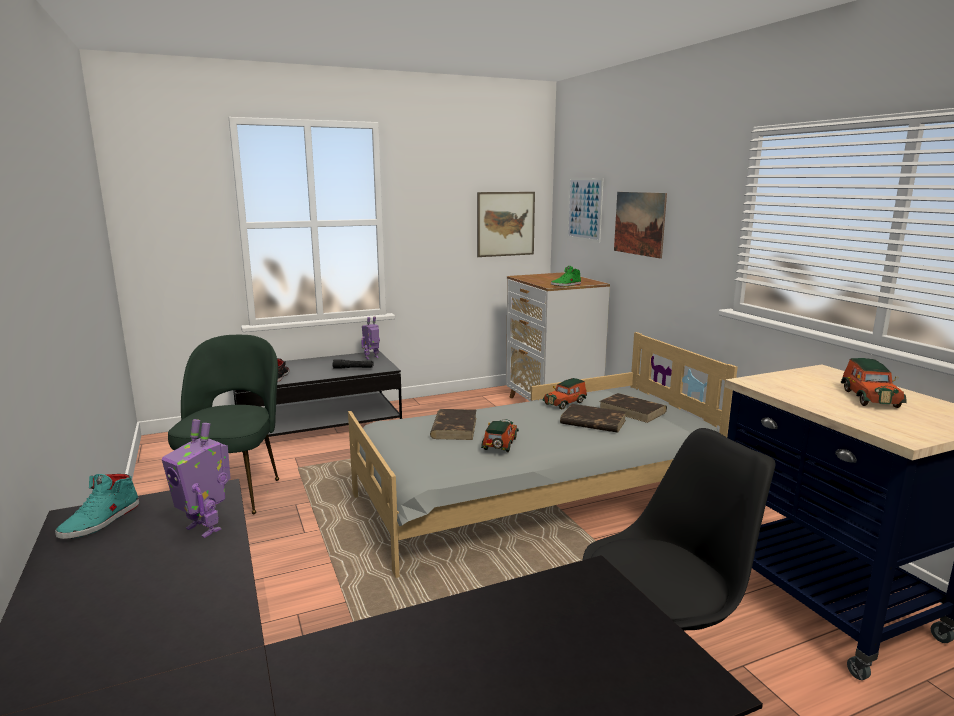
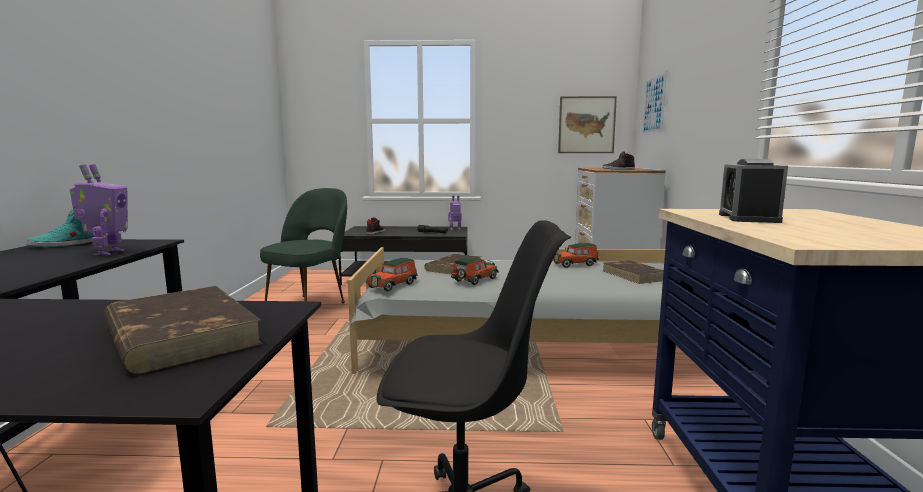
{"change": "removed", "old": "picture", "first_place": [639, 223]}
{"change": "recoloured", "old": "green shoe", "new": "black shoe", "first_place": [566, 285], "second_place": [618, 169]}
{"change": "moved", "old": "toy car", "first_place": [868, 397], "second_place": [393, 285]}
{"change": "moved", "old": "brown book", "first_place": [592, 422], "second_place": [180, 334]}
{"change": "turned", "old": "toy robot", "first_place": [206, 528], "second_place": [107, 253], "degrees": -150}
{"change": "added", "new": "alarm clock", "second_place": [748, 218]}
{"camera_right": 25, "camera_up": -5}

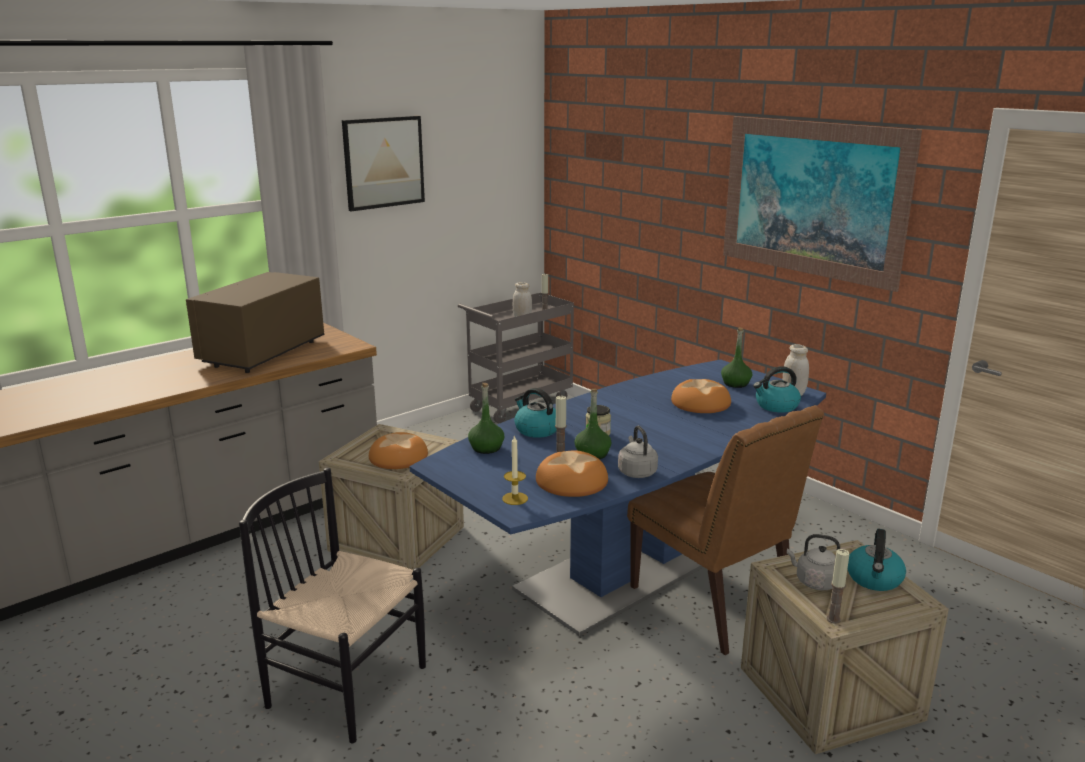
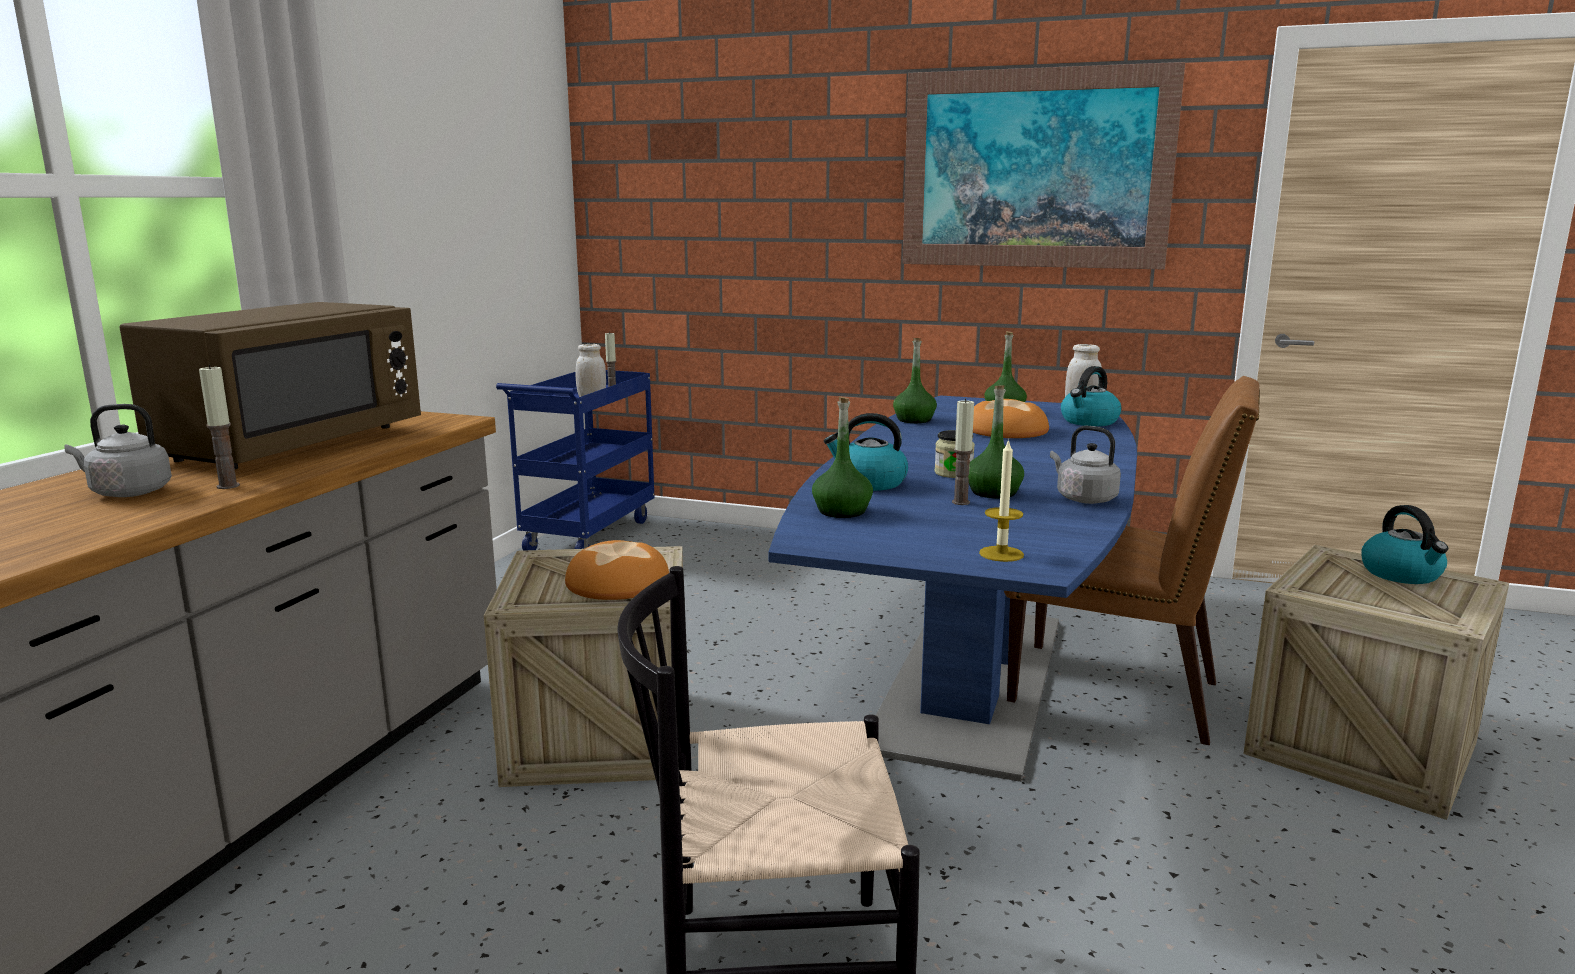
{"change": "removed", "old": "picture", "first_place": [383, 162]}
{"change": "turned", "old": "brown microwave", "first_place": [263, 352], "second_place": [293, 445], "degrees": -150}
{"change": "recoloured", "old": "grey cart", "new": "blue cart", "first_place": [518, 407], "second_place": [587, 538]}
{"change": "removed", "old": "bread", "first_place": [571, 481]}
{"change": "moved", "old": "grey kettle", "first_place": [814, 582], "second_place": [127, 492]}
{"change": "moved", "old": "candle", "first_place": [833, 619], "second_place": [228, 486]}
{"change": "added", "new": "green bottle", "second_place": [914, 420]}
{"camera_right": -30, "camera_up": -5}

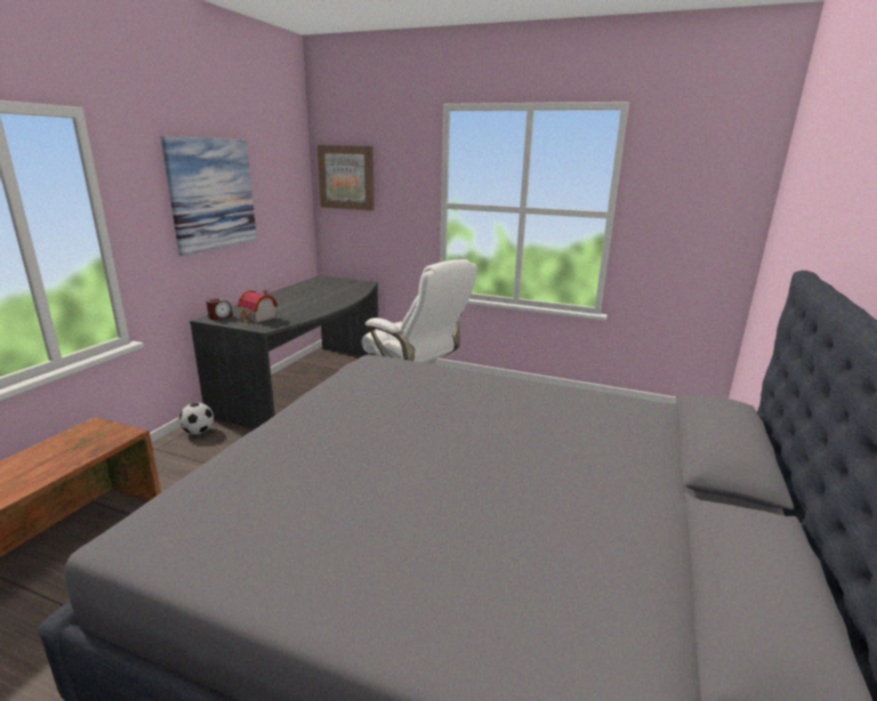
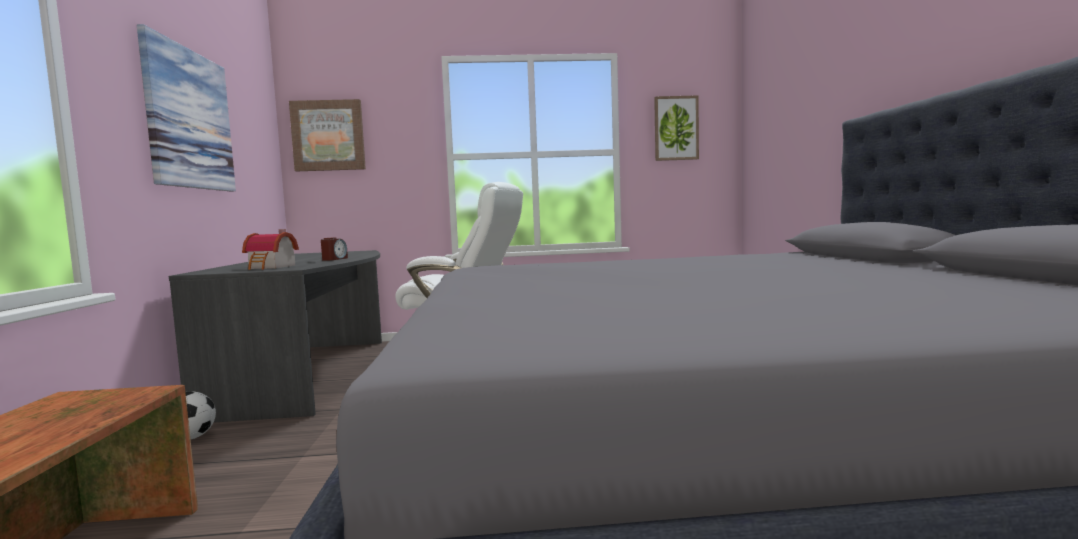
{"change": "moved", "old": "alarm clock", "first_place": [220, 317], "second_place": [334, 259]}
{"change": "added", "new": "picture", "second_place": [676, 128]}
{"camera_right": -25, "camera_up": -15}

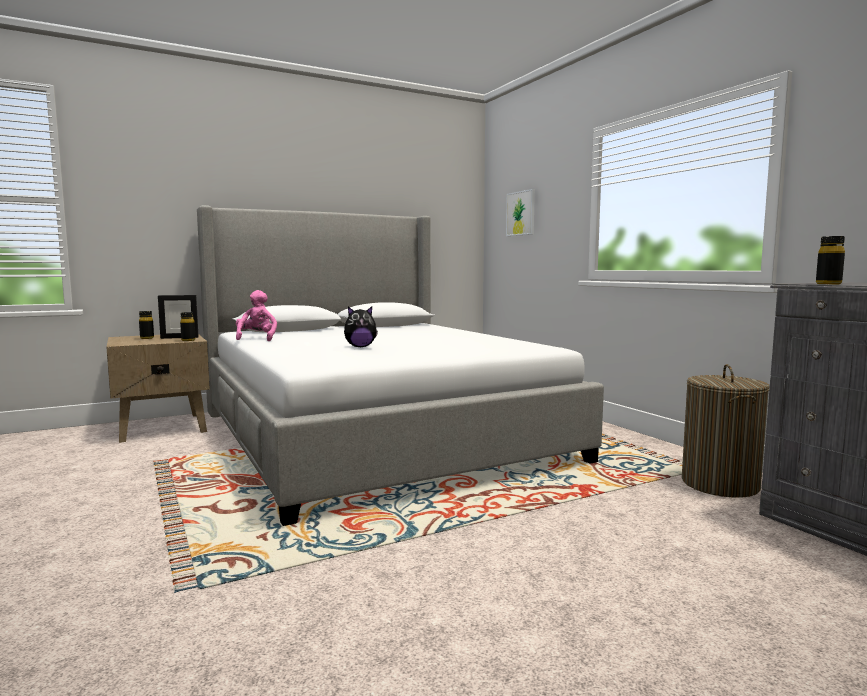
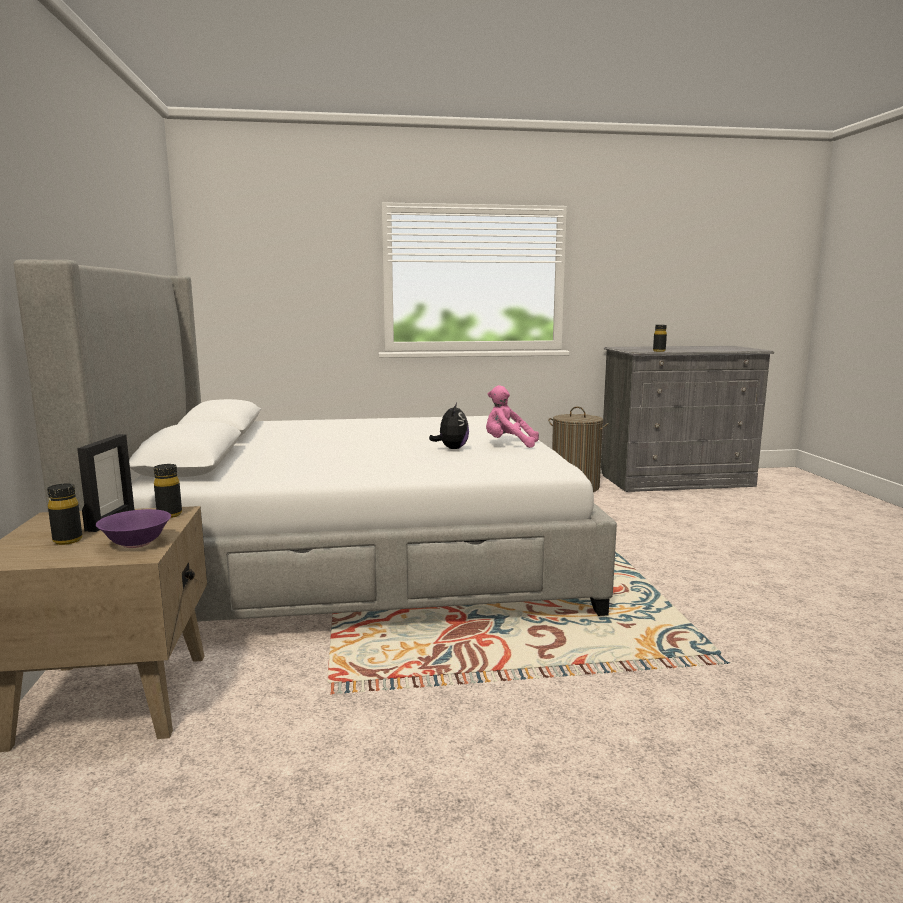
{"change": "removed", "old": "picture", "first_place": [520, 213]}
{"change": "moved", "old": "pink plush toy", "first_place": [257, 339], "second_place": [508, 444]}
{"change": "added", "new": "purple bowl", "second_place": [136, 543]}
{"camera_right": -70, "camera_up": 5}

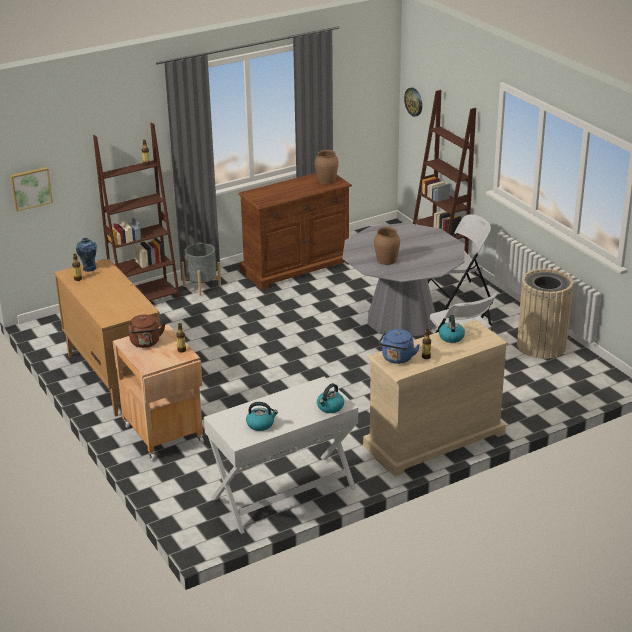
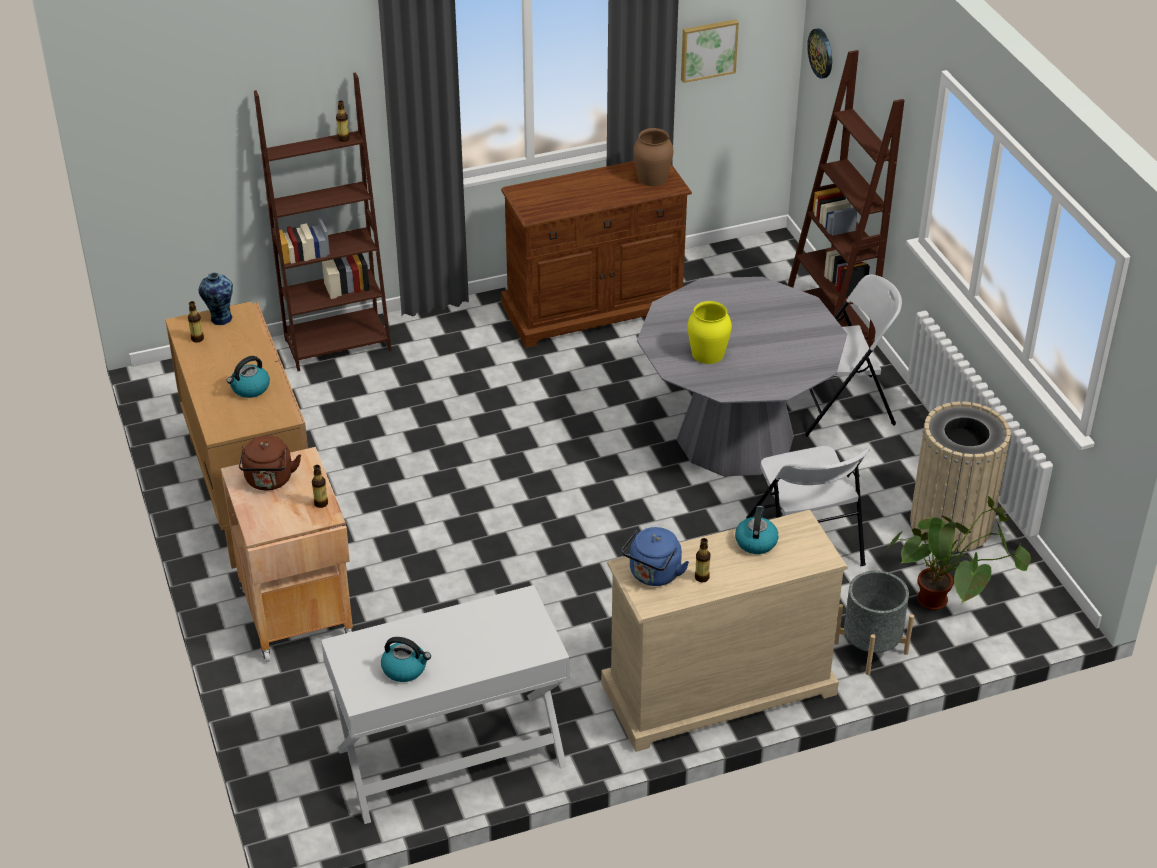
{"change": "moved", "old": "picture", "first_place": [31, 188], "second_place": [708, 49]}
{"change": "recoloured", "old": "brown vase", "new": "yellow vase", "first_place": [386, 260], "second_place": [707, 354]}
{"change": "moved", "old": "grey planter", "first_place": [202, 286], "second_place": [870, 648]}
{"change": "moved", "old": "kettle", "first_place": [330, 407], "second_place": [250, 388]}
{"change": "added", "new": "potted plant", "second_place": [947, 601]}
{"camera_right": 10, "camera_up": 10}

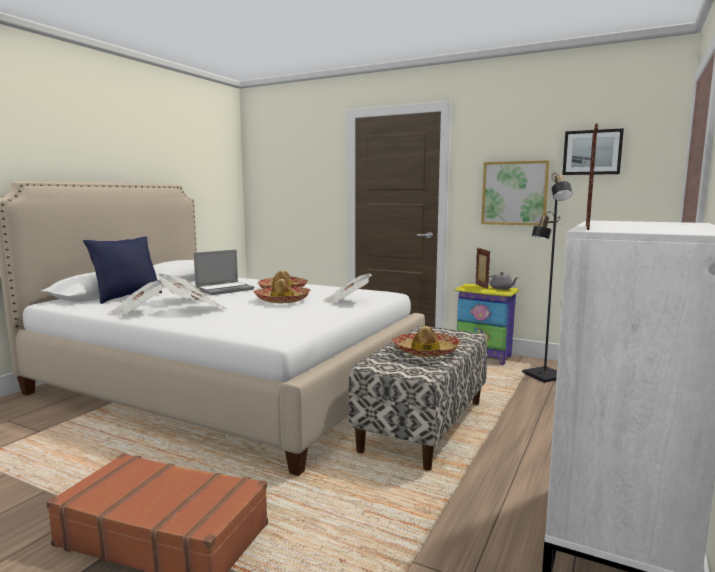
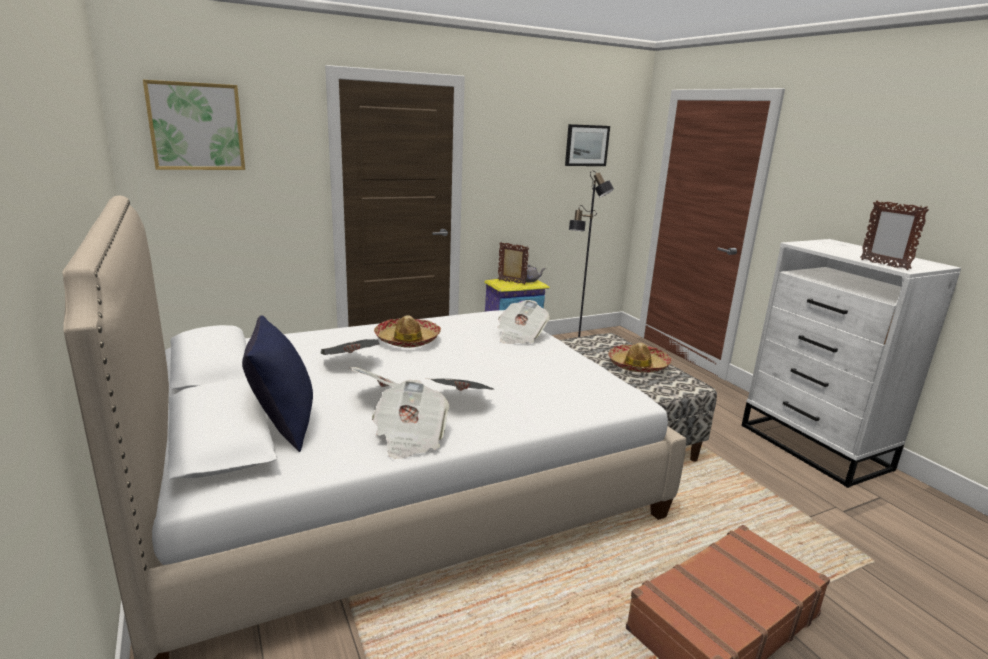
{"change": "moved", "old": "picture", "first_place": [514, 193], "second_place": [196, 126]}
{"change": "replaced", "old": "laptop", "new": "newspaper", "first_place": [225, 289], "second_place": [350, 362]}
{"change": "removed", "old": "hat", "first_place": [282, 300]}
{"camera_right": -55, "camera_up": 10}

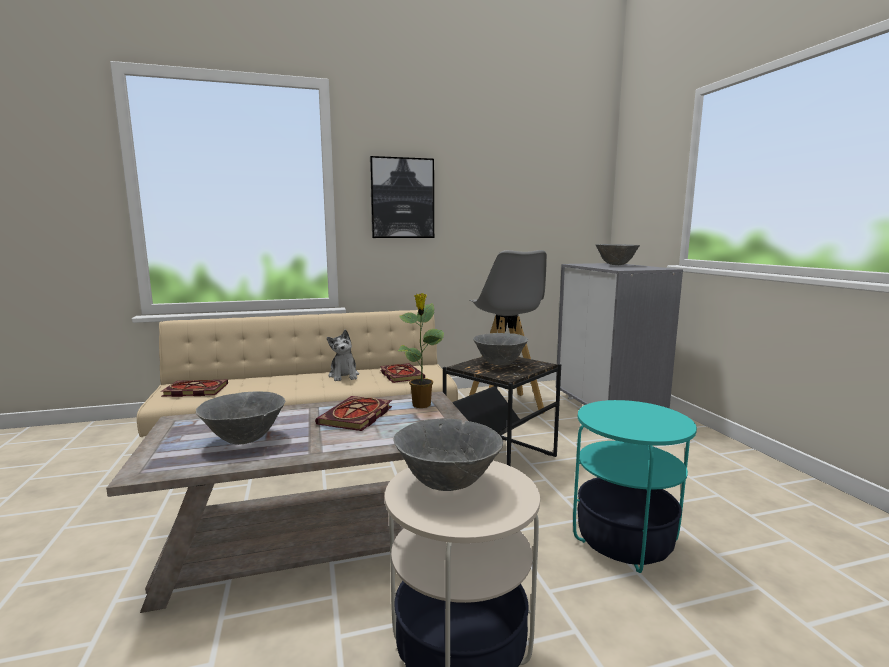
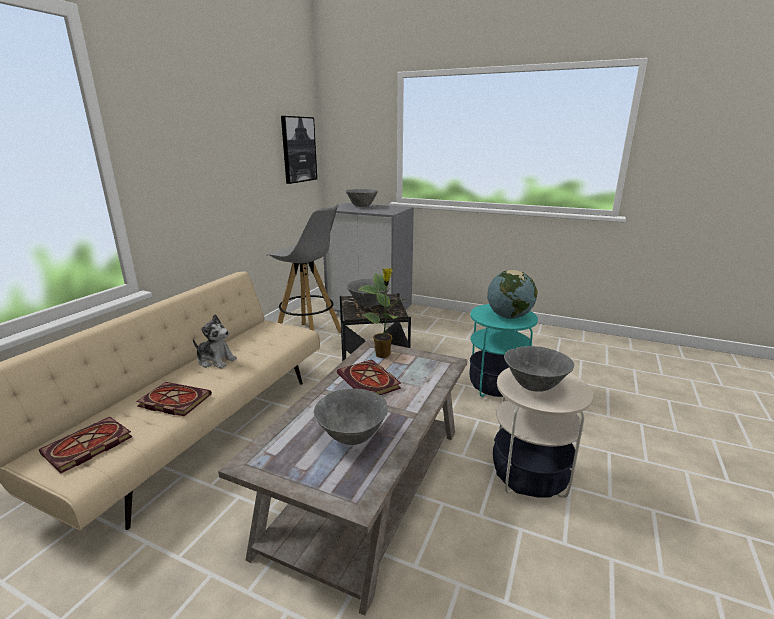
{"change": "moved", "old": "picture", "first_place": [402, 198], "second_place": [298, 149]}
{"change": "moved", "old": "book", "first_place": [400, 375], "second_place": [172, 401]}
{"change": "added", "new": "globe", "second_place": [509, 316]}
{"camera_right": -50, "camera_up": 10}

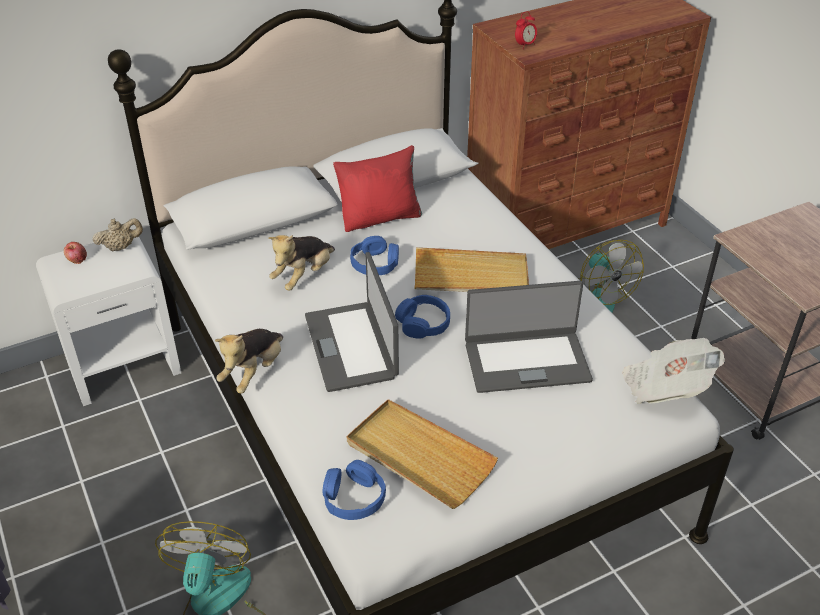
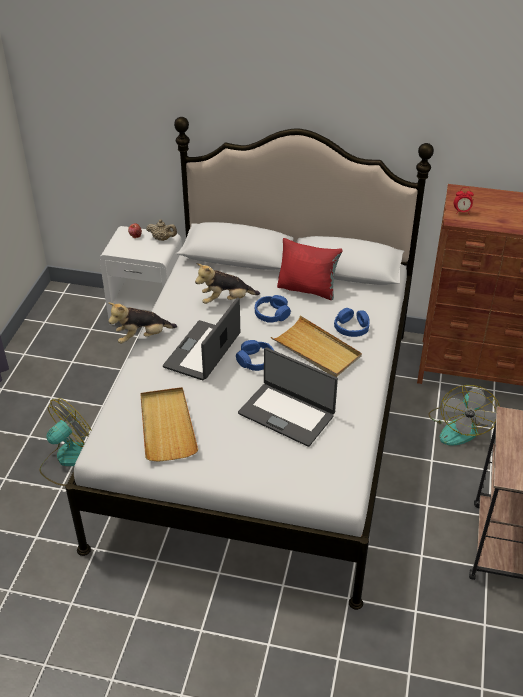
{"change": "removed", "old": "newspaper", "first_place": [666, 387]}
{"change": "moved", "old": "blue headphones", "first_place": [353, 498], "second_place": [351, 328]}
{"camera_right": 40, "camera_up": 0}

